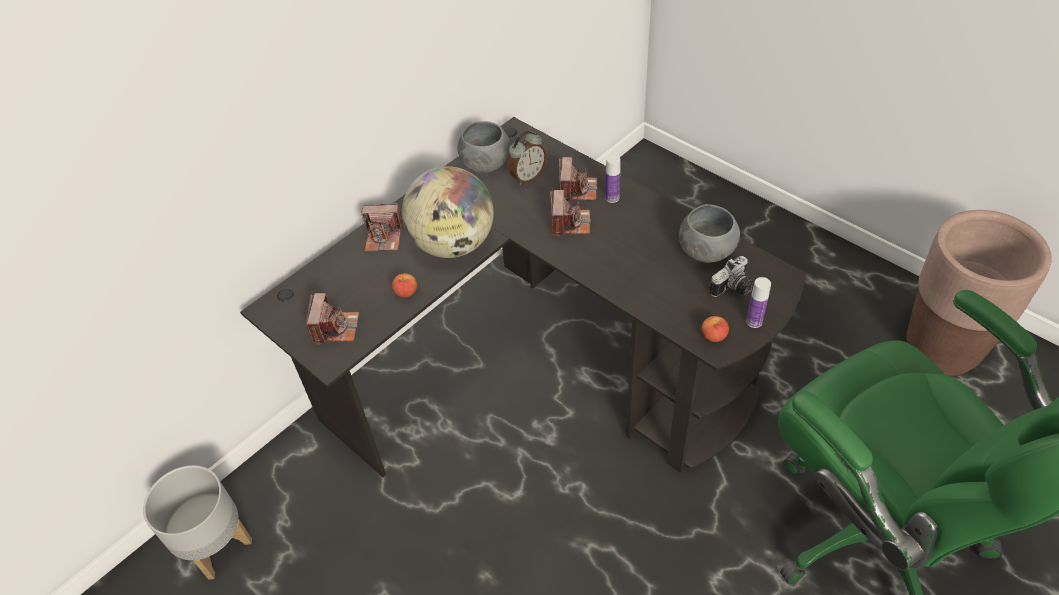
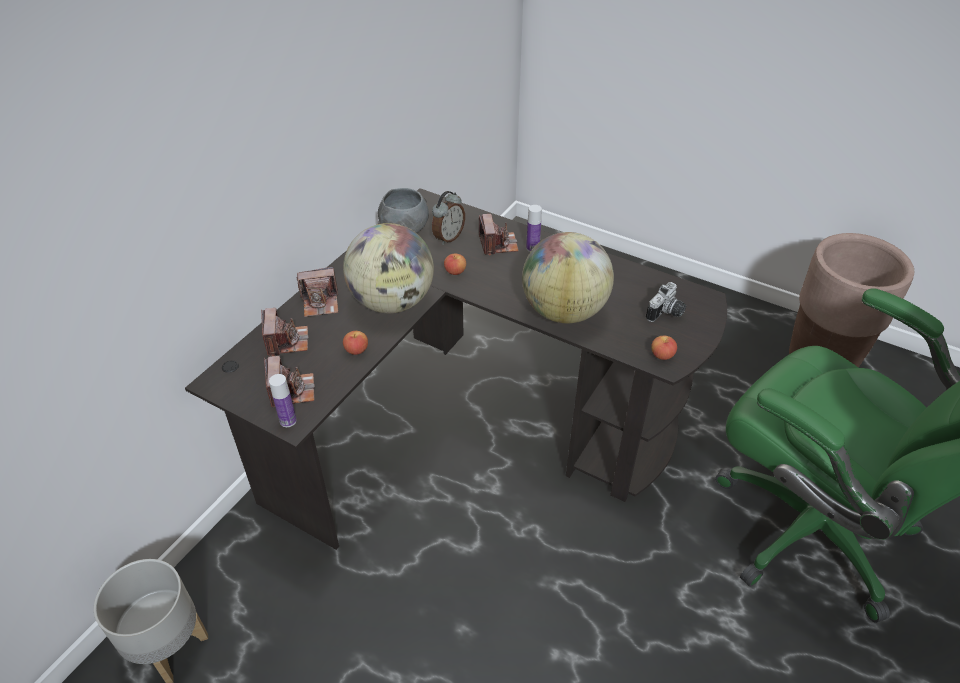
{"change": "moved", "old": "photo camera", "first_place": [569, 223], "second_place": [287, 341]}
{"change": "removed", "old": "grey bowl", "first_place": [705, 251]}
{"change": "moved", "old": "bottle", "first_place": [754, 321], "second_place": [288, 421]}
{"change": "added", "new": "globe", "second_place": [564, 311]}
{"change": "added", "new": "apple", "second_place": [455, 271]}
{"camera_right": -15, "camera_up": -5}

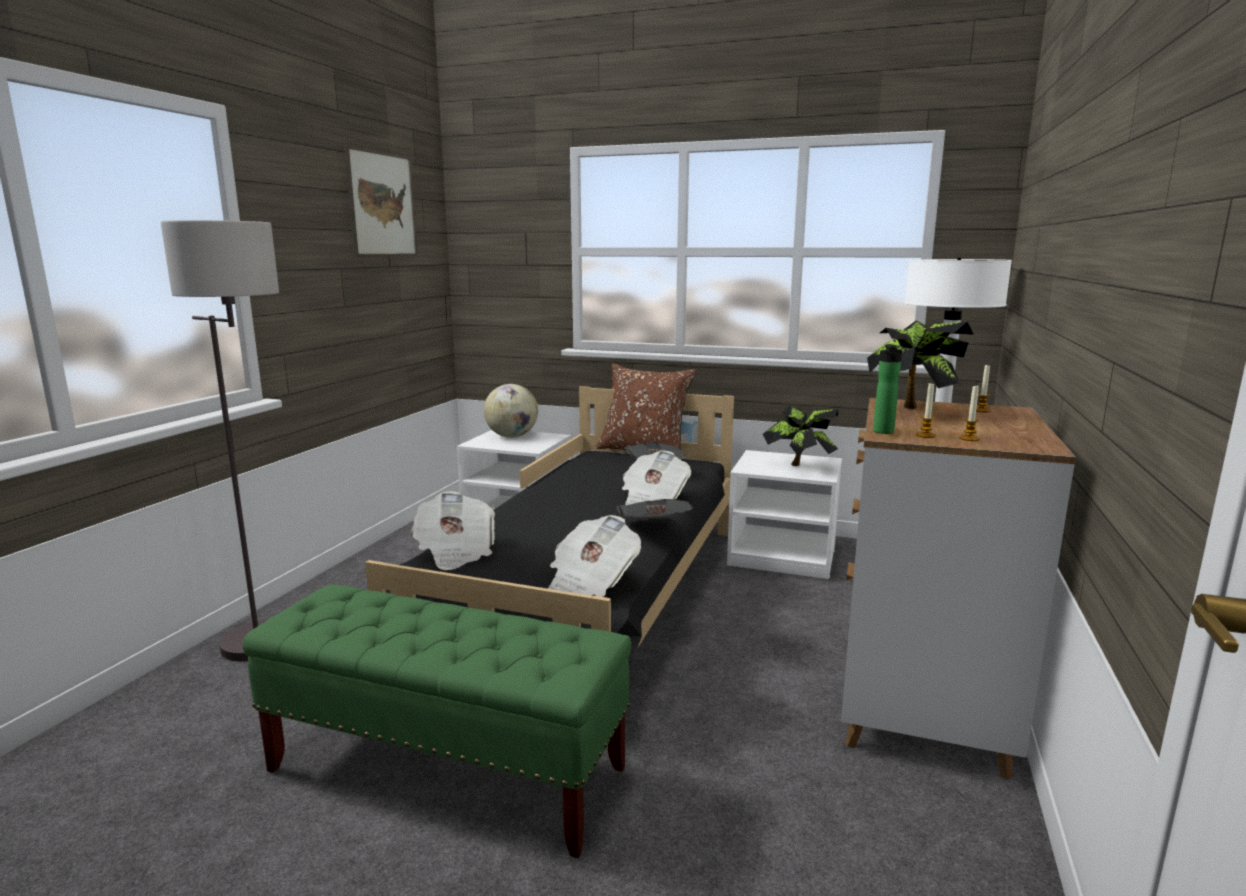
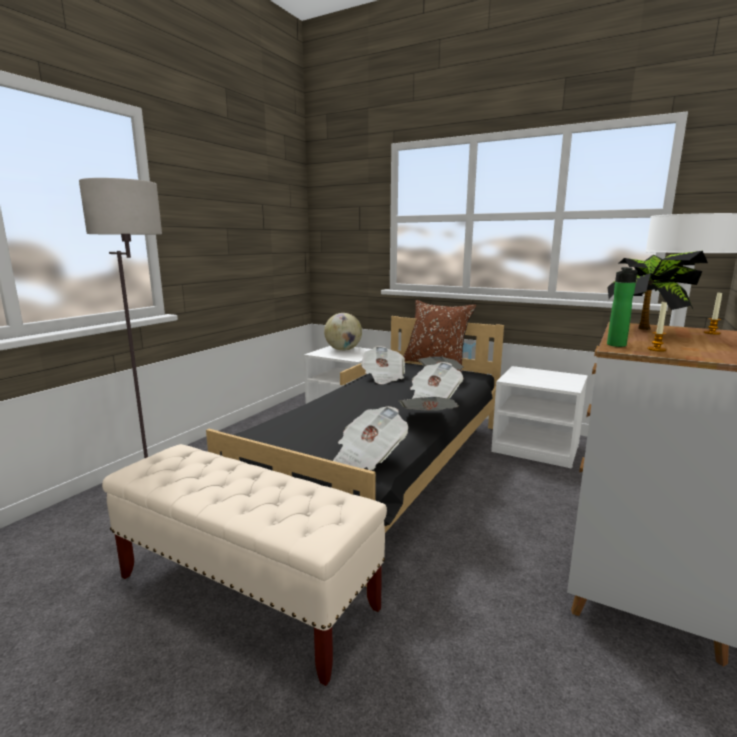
{"change": "removed", "old": "picture", "first_place": [382, 204]}
{"change": "removed", "old": "candle", "first_place": [969, 438]}
{"change": "removed", "old": "potted plant", "first_place": [799, 467]}
{"change": "moved", "old": "newspaper", "first_place": [455, 552], "second_place": [383, 377]}
{"change": "recoloured", "old": "green bench", "new": "beige bench", "first_place": [447, 770], "second_place": [246, 593]}
{"camera_right": 10, "camera_up": 0}

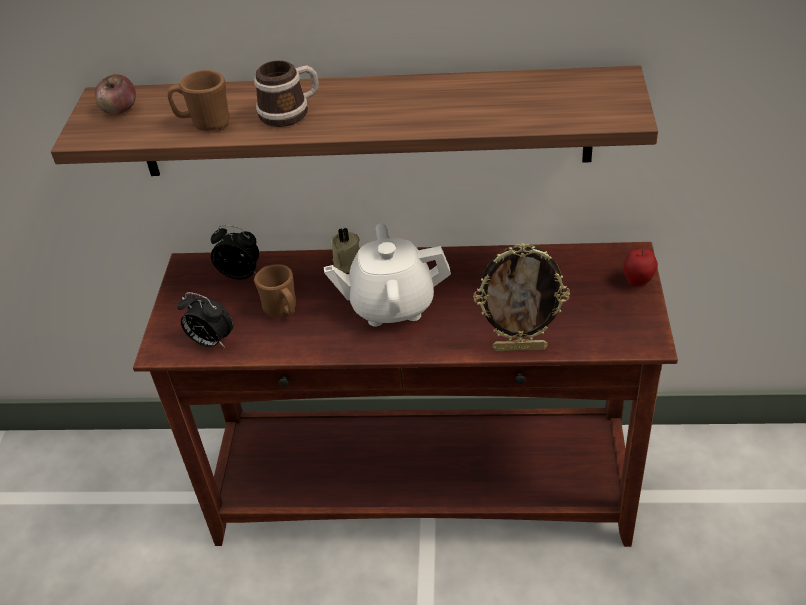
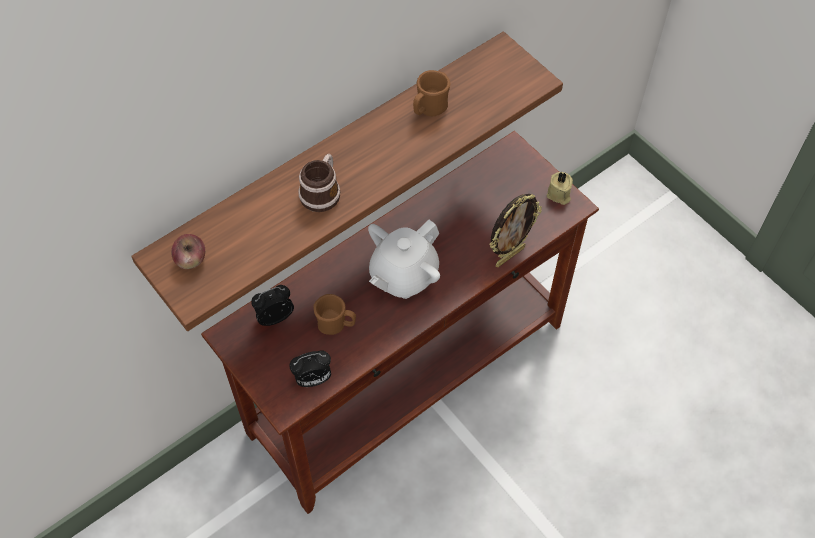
{"change": "moved", "old": "brown mug", "first_place": [205, 123], "second_place": [429, 109]}
{"change": "moved", "old": "beige candle", "first_place": [346, 263], "second_place": [559, 195]}
{"change": "removed", "old": "apple", "first_place": [638, 281]}
{"camera_right": -45, "camera_up": 15}

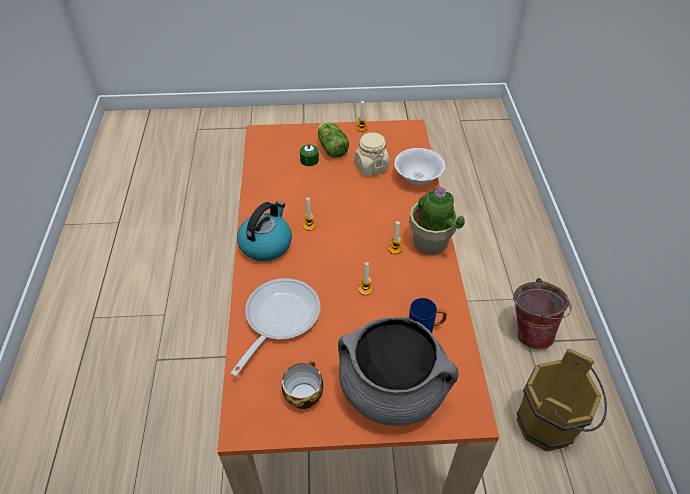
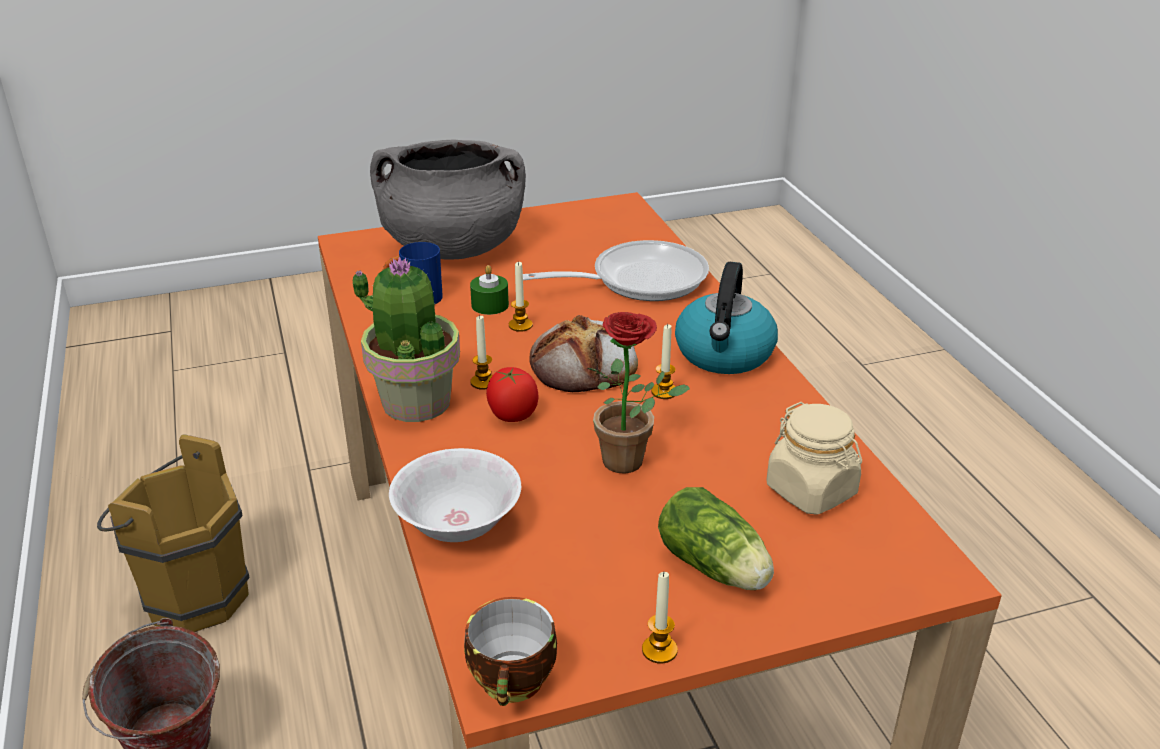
{"change": "moved", "old": "beige jar", "first_place": [371, 166], "second_place": [811, 491]}
{"change": "moved", "old": "green candle", "first_place": [309, 160], "second_place": [490, 305]}
{"change": "turned", "old": "frying pan", "first_place": [278, 319], "second_place": [638, 280], "degrees": -120}
{"change": "moved", "old": "cup", "first_place": [303, 394], "second_place": [514, 683]}
{"change": "added", "new": "potted plant", "second_place": [632, 462]}
{"change": "added", "new": "bread", "second_place": [585, 365]}
{"change": "added", "new": "tomato", "second_place": [512, 415]}
{"camera_right": 165, "camera_up": -15}

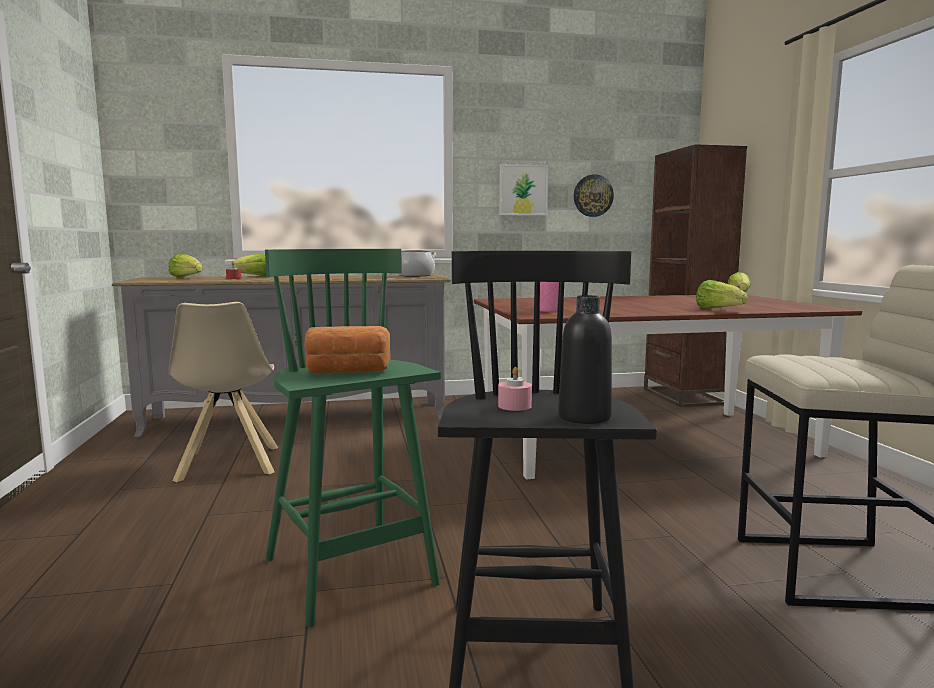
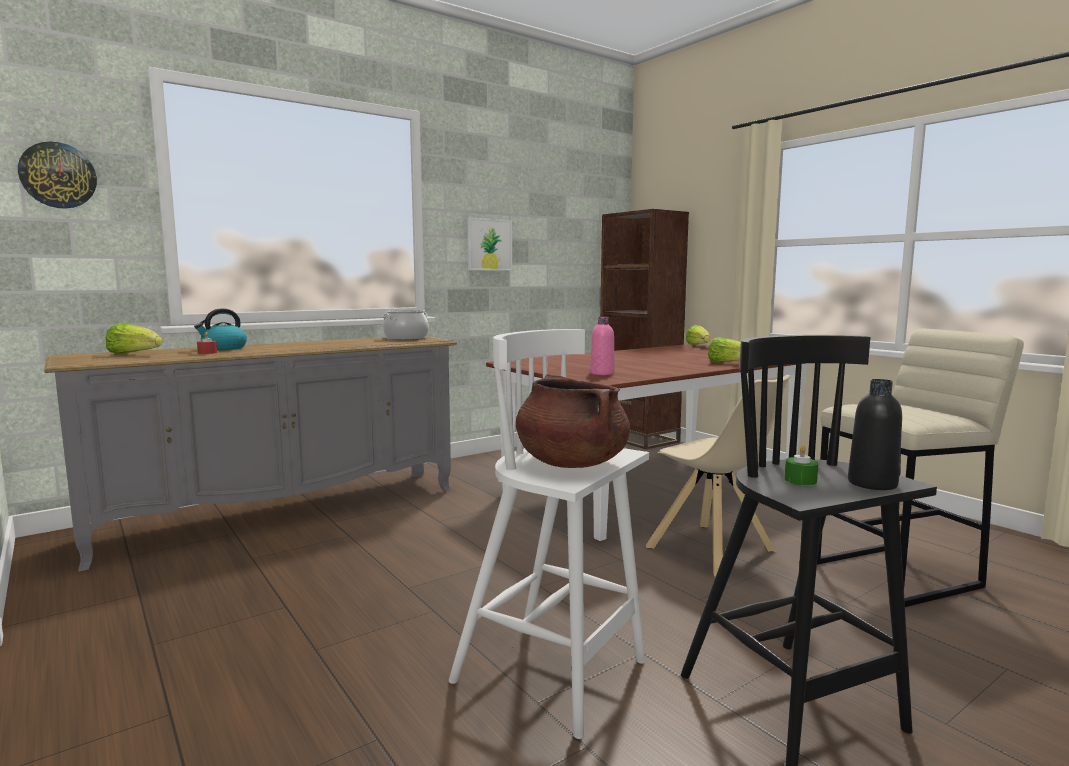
{"change": "moved", "old": "wall clock", "first_place": [593, 195], "second_place": [58, 175]}
{"change": "recoloured", "old": "green stool", "new": "white stool", "first_place": [352, 574], "second_place": [556, 673]}
{"change": "replaced", "old": "lettuce", "new": "kettle", "first_place": [255, 276], "second_place": [223, 348]}
{"change": "moved", "old": "beige chair", "first_place": [228, 465], "second_place": [713, 550]}
{"change": "replaced", "old": "bread", "new": "brown cooking pot", "first_place": [347, 372], "second_place": [571, 463]}
{"change": "recoloured", "old": "pink candle", "new": "green candle", "first_place": [514, 406], "second_place": [800, 480]}
{"camera_right": -25, "camera_up": 0}

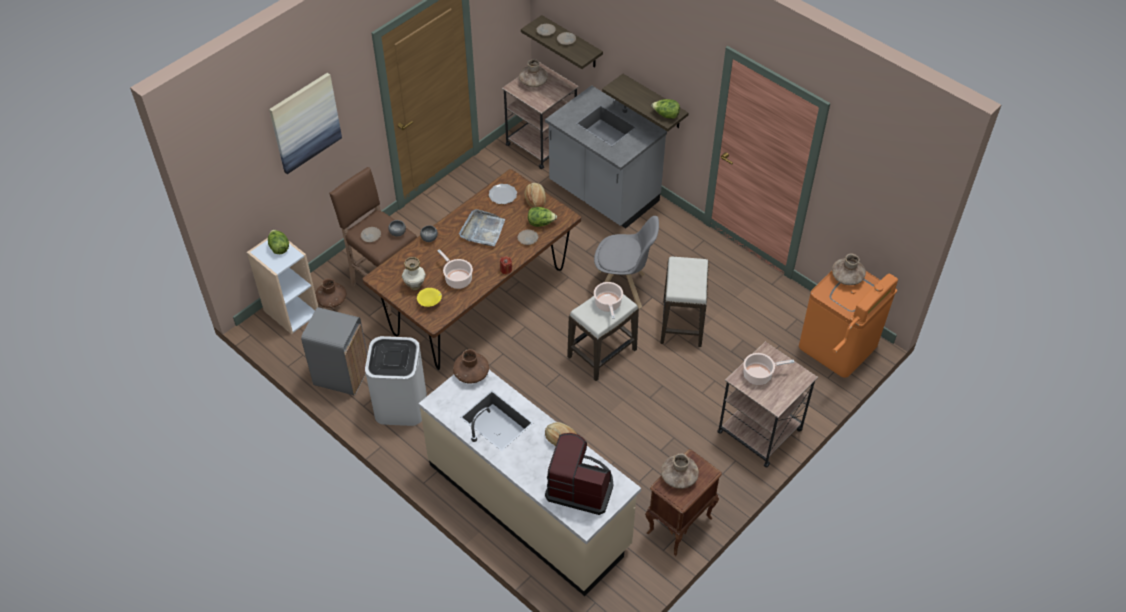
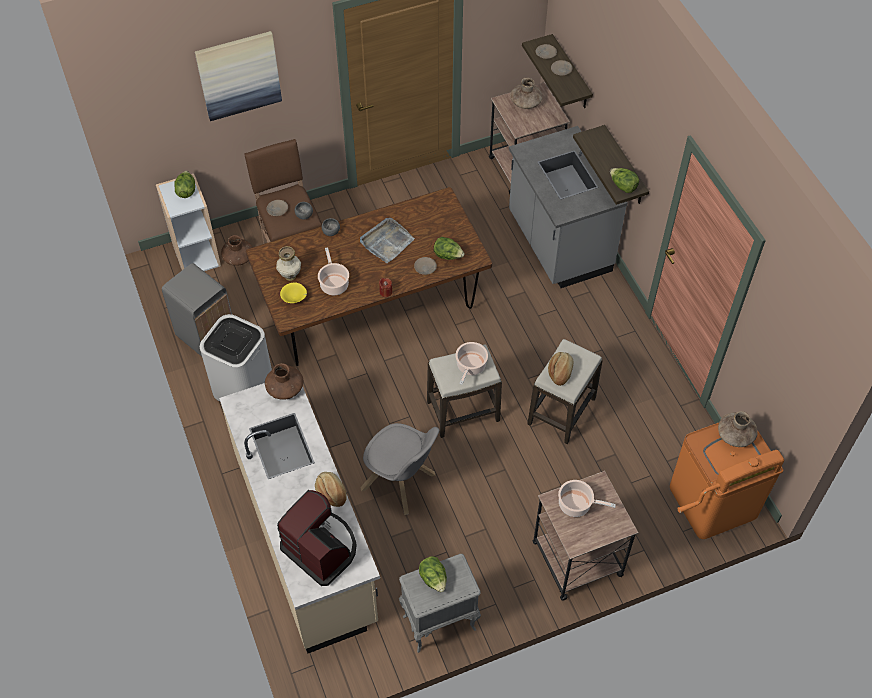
{"change": "moved", "old": "bread", "first_place": [535, 200], "second_place": [560, 372]}
{"change": "removed", "old": "plate", "first_place": [502, 195]}
{"change": "moved", "old": "grey chair", "first_place": [623, 289], "second_place": [401, 483]}
{"change": "recoloured", "old": "brown nightstand", "new": "grey nightstand", "first_place": [679, 526], "second_place": [439, 623]}
{"change": "replaced", "old": "brown vase", "new": "lettuce", "first_place": [679, 477], "second_place": [433, 579]}
{"camera_right": 25, "camera_up": 5}

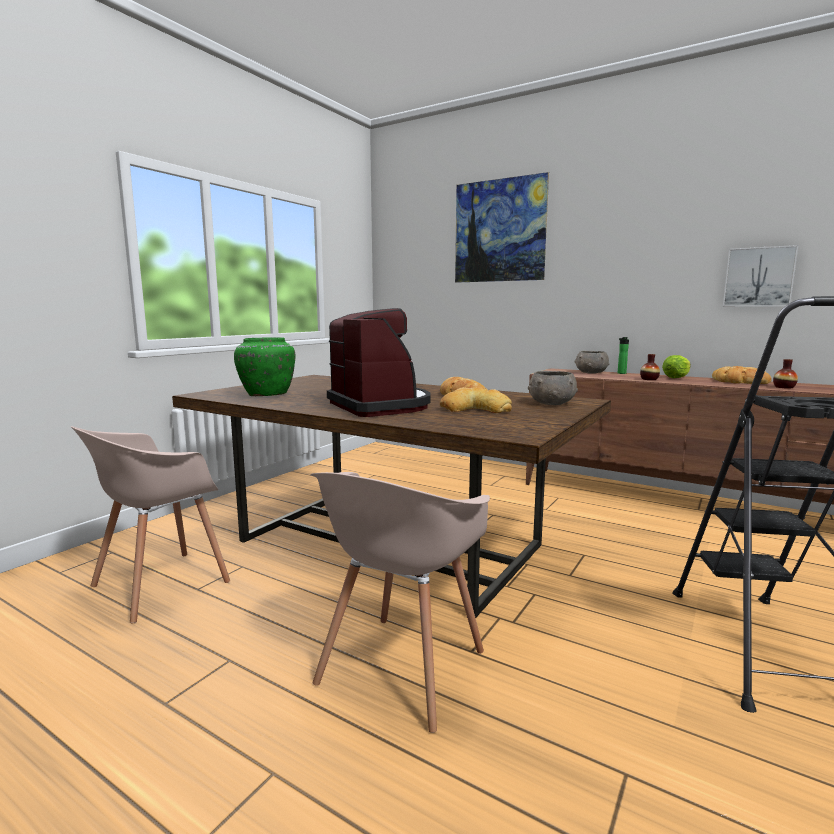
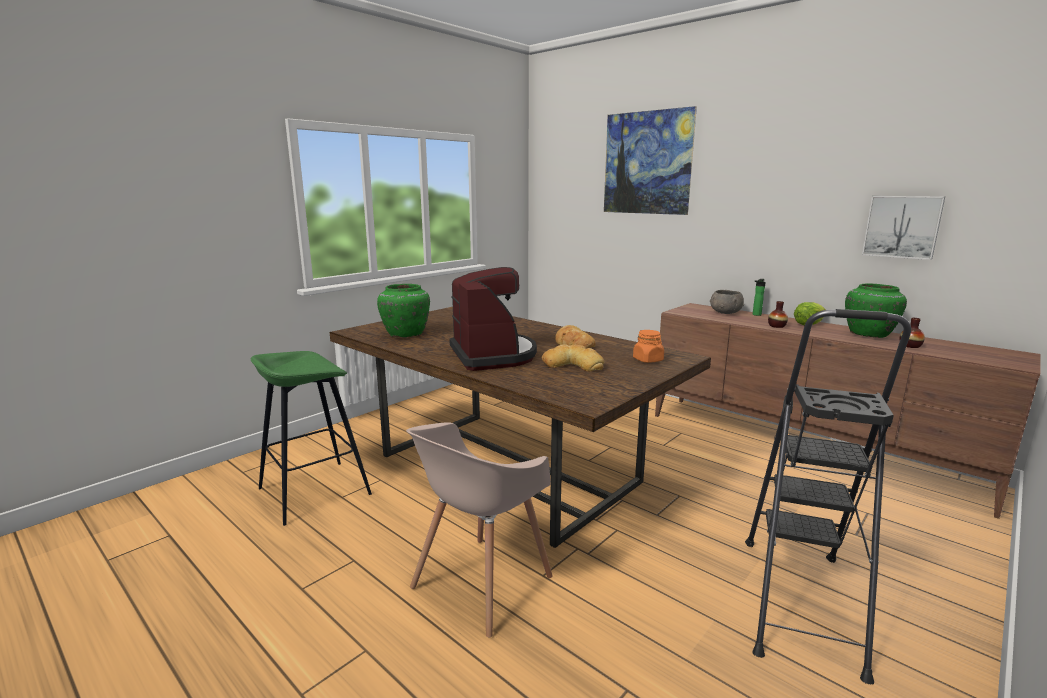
{"change": "replaced", "old": "bread", "new": "green vase", "first_place": [739, 382], "second_place": [869, 334]}
{"change": "replaced", "old": "grey bowl", "new": "orange jar", "first_place": [551, 403], "second_place": [648, 360]}
{"change": "replaced", "old": "beige chair", "new": "green stool", "first_place": [159, 585], "second_place": [314, 491]}
{"camera_right": 10, "camera_up": 5}

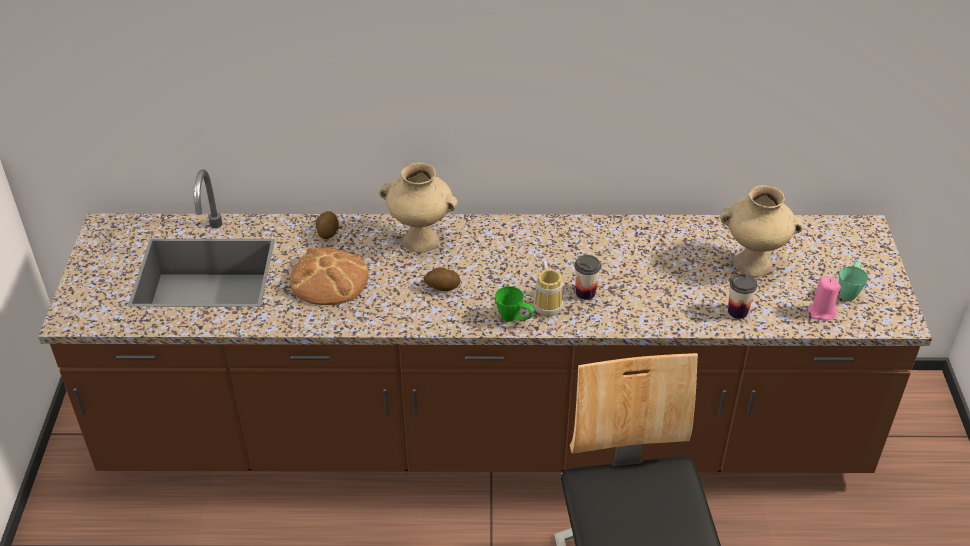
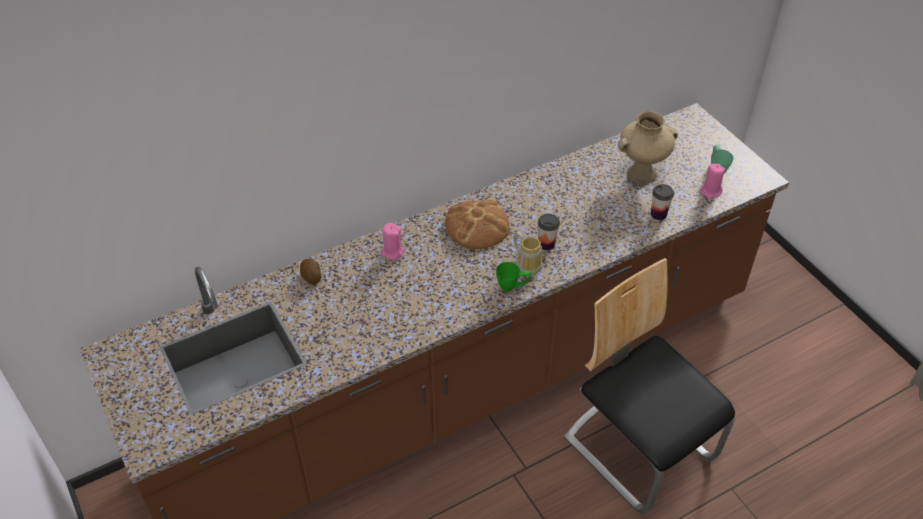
{"change": "replaced", "old": "beige vase", "new": "pink candle", "first_place": [421, 240], "second_place": [392, 252]}
{"change": "moved", "old": "bread", "first_place": [329, 279], "second_place": [477, 226]}
{"change": "removed", "old": "potato", "first_place": [442, 287]}
{"camera_right": -30, "camera_up": 5}

